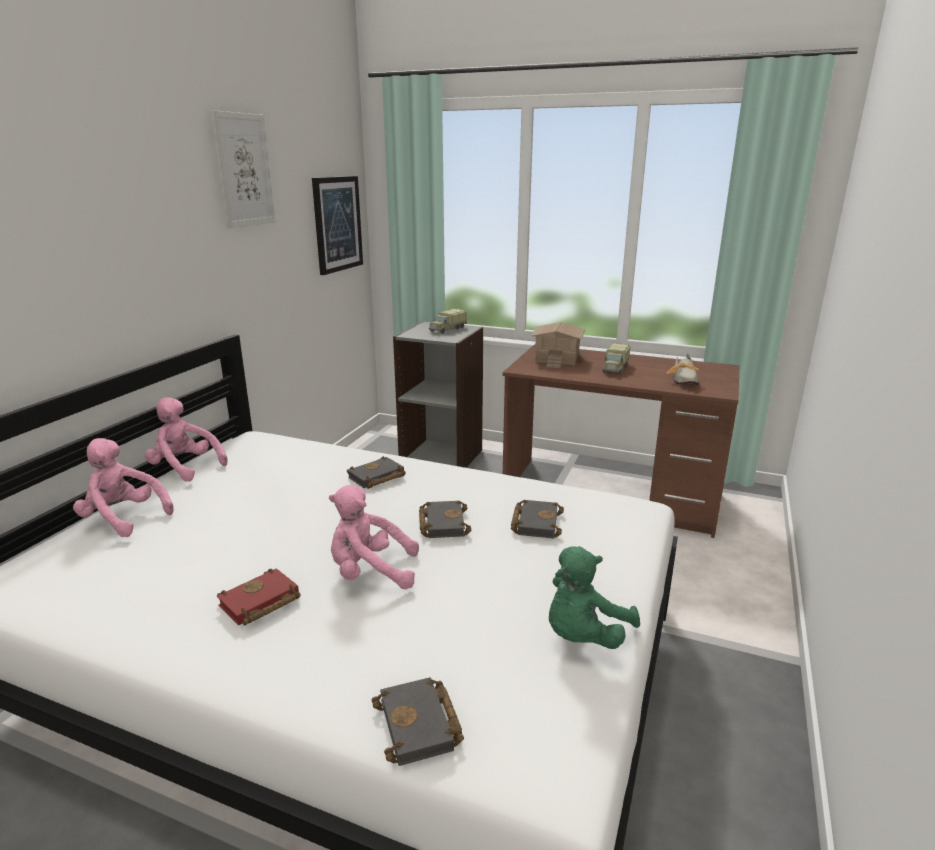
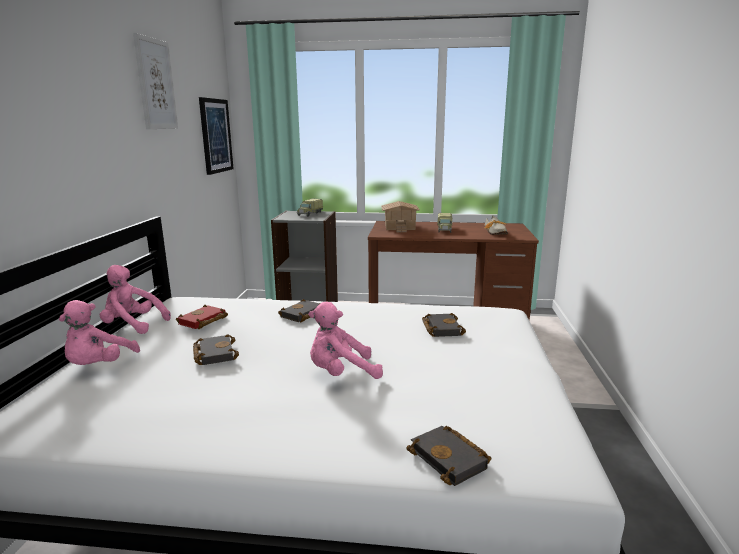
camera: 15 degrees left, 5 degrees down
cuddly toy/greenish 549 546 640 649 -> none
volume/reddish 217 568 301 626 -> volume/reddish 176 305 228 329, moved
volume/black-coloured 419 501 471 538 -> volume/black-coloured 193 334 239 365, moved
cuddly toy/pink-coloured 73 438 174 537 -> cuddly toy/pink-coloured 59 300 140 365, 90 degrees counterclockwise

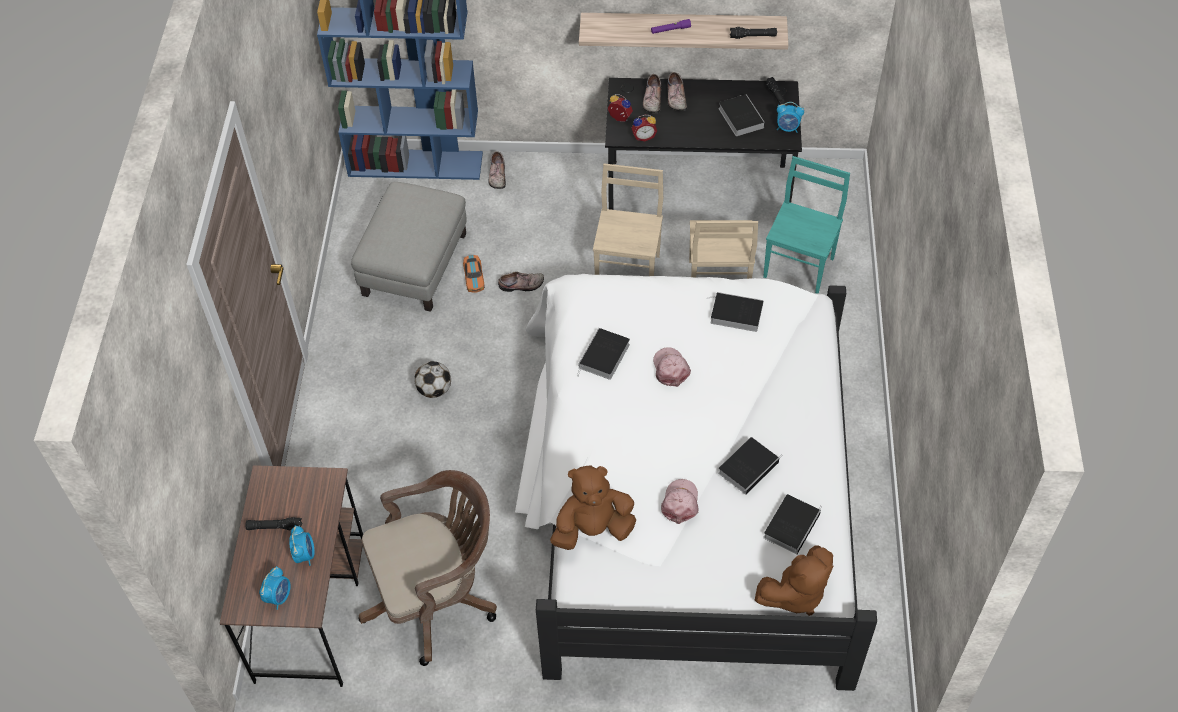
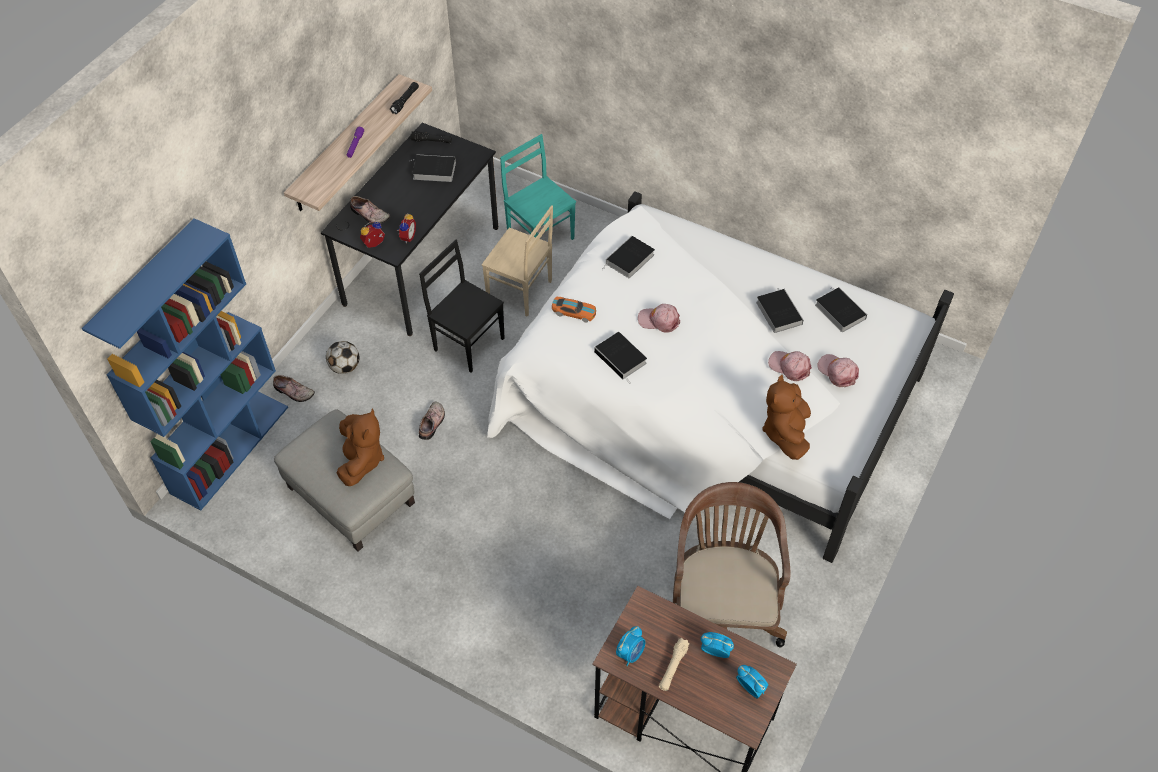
camera: 65 degrees left, 0 degrees up
shoe 667 72 687 111 -> none
none -> cap/pink-coloured 817 354 859 387
football 414 361 451 398 -> football 326 341 360 374, moved
model car 463 255 485 293 -> model car 552 297 596 322, moved
cuddly toy/brown 755 546 833 616 -> cuddly toy/brown 337 408 384 486, moved
bedside clock 777 102 804 133 -> bedside clock 616 626 645 666, moved
hand torch/black-coloured 246 517 302 530 -> hand torch/beige-coloured 659 638 690 691
plain chair/beige-coloured 593 163 663 276 -> plain chair/black-coloured 419 240 505 373

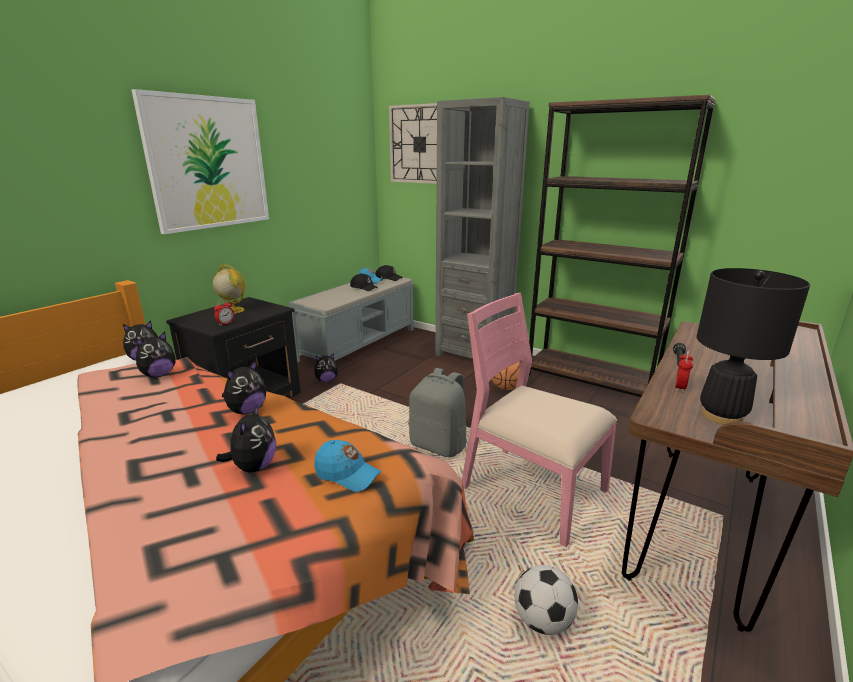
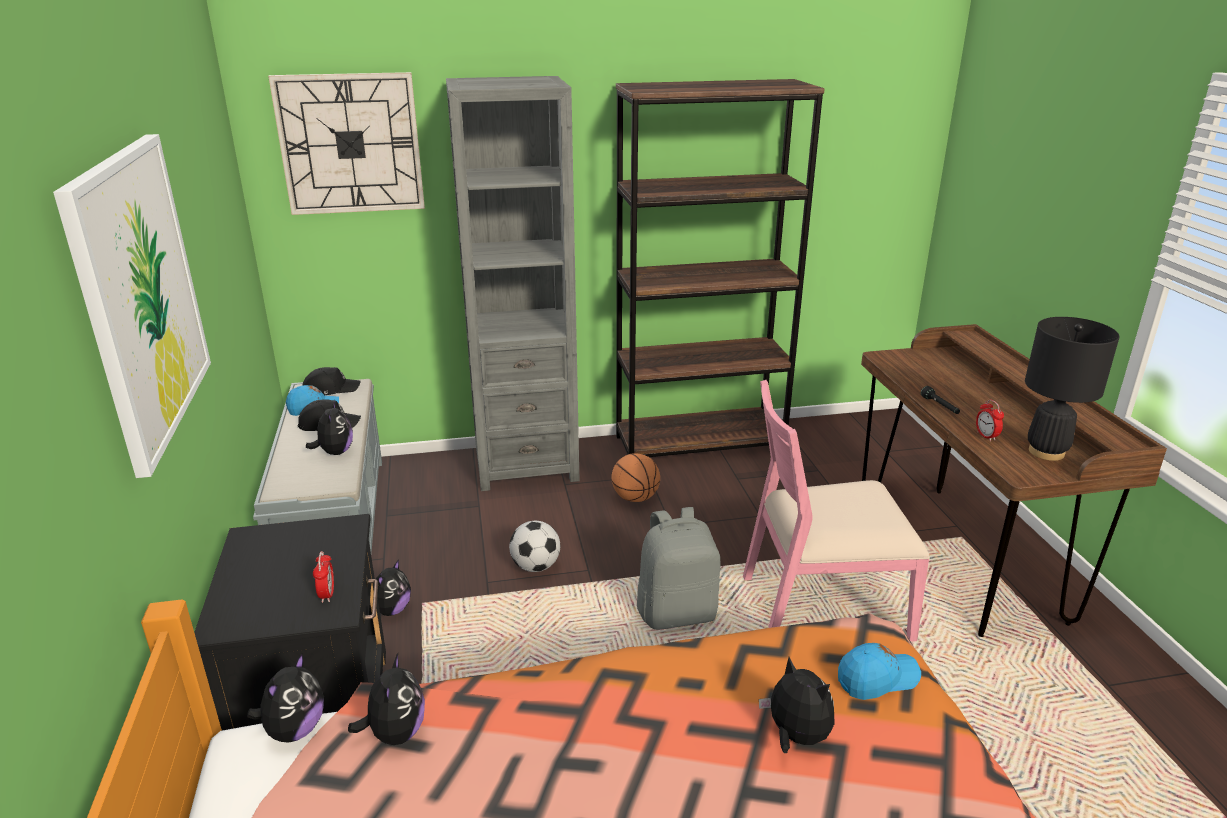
camera: 45 degrees left, 5 degrees up
globe 213 265 246 314 -> none
cuddly toy 222 360 266 414 -> cuddly toy 306 400 353 455, moved
football 515 565 578 635 -> football 509 521 560 572, moved

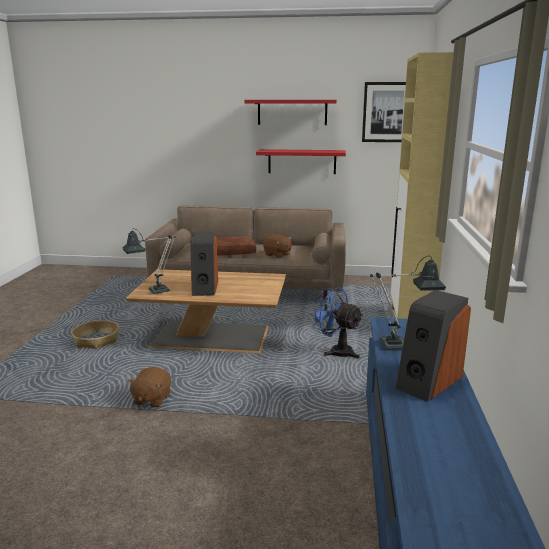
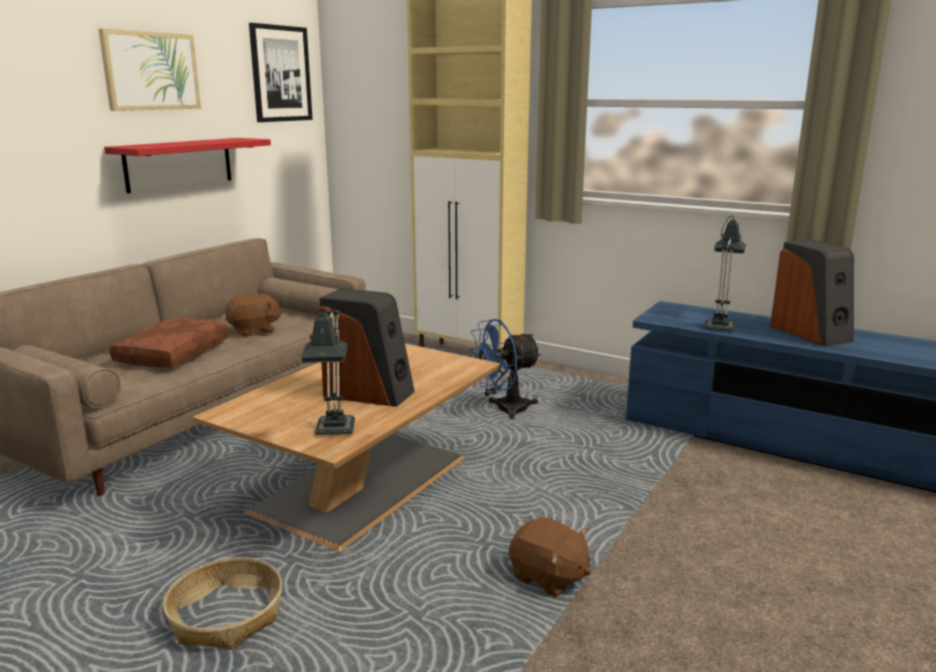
camera: 65 degrees left, 0 degrees up
bracket shelf/reddish 244 100 337 125 -> picture 98 29 201 111

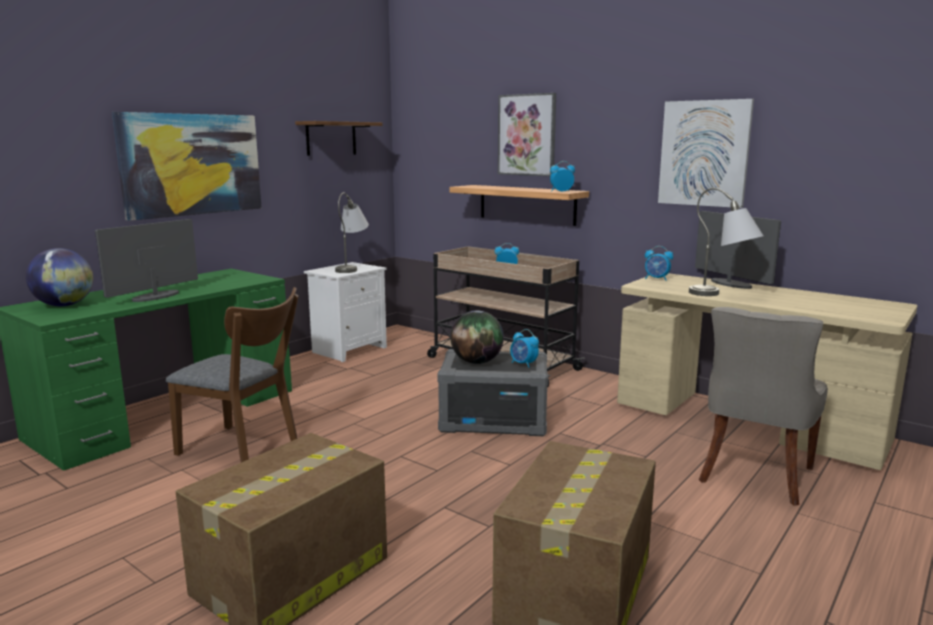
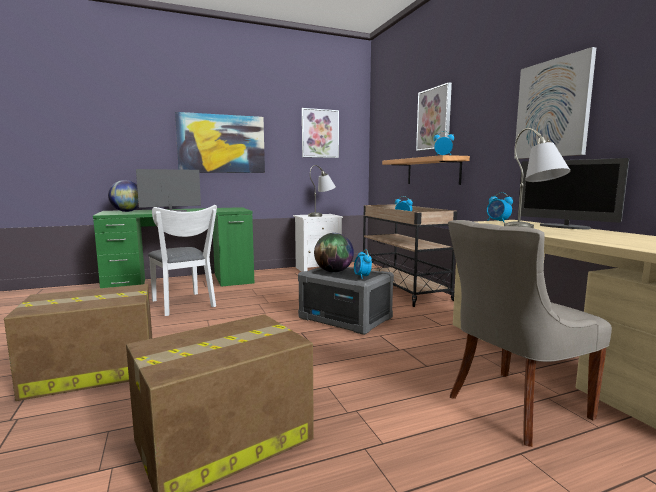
camera: 30 degrees right, 5 degrees down
bracket shelf/brown 295 121 383 156 -> picture 302 108 339 158
plain chair/brown 166 287 299 463 -> plain chair/whitish 148 205 217 316
computer screen 695 211 781 289 -> computer screen 518 158 629 229, 135 degrees clockwise

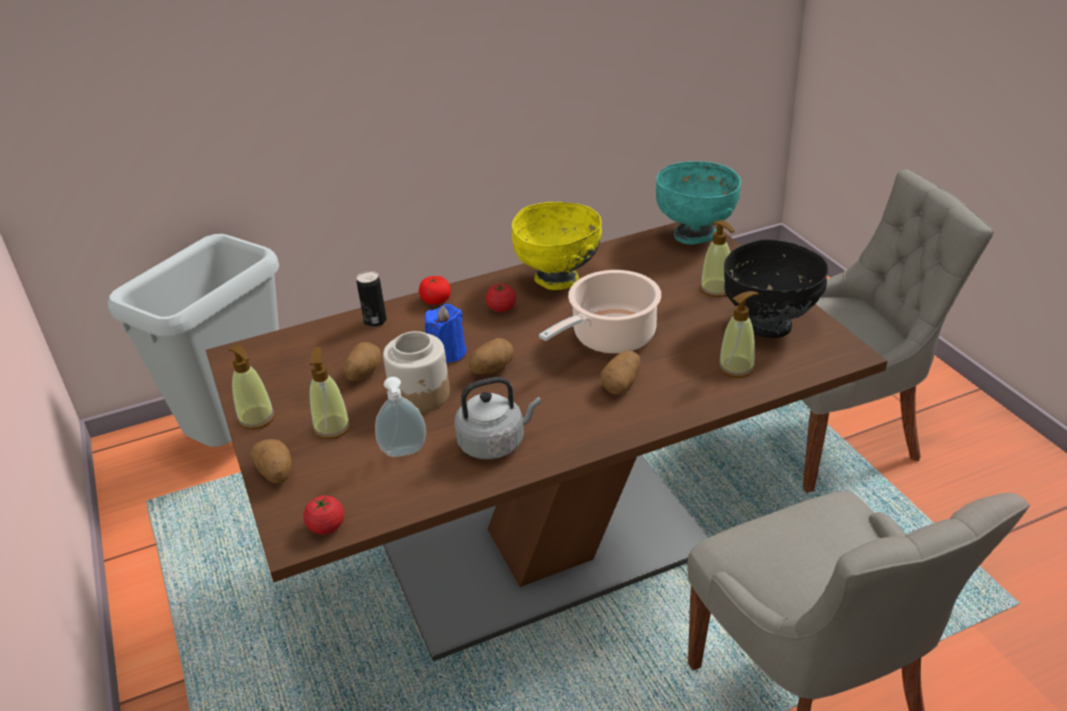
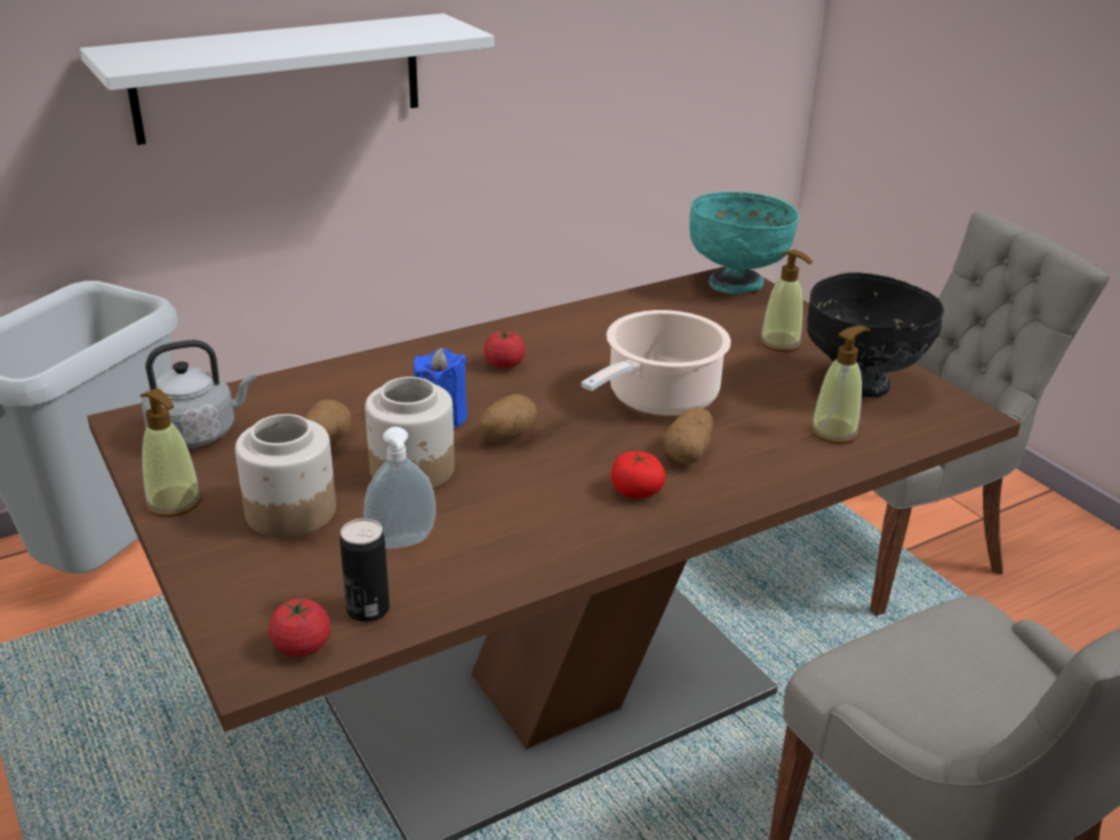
camera: 10 degrees left, 5 degrees down
potato 250 439 292 484 -> none
deep dish/yellow-coloured 512 202 602 290 -> none
none -> bracket shelf/whitish 80 13 494 145
can 357 271 387 327 -> can 340 518 390 622, moved
whole tomato 419 276 451 305 -> whole tomato 611 451 666 499, moved
water kettle/grey 454 377 541 459 -> water kettle/grey 142 340 256 448, moved
soap bottle 309 347 351 439 -> storage jar 235 414 336 538

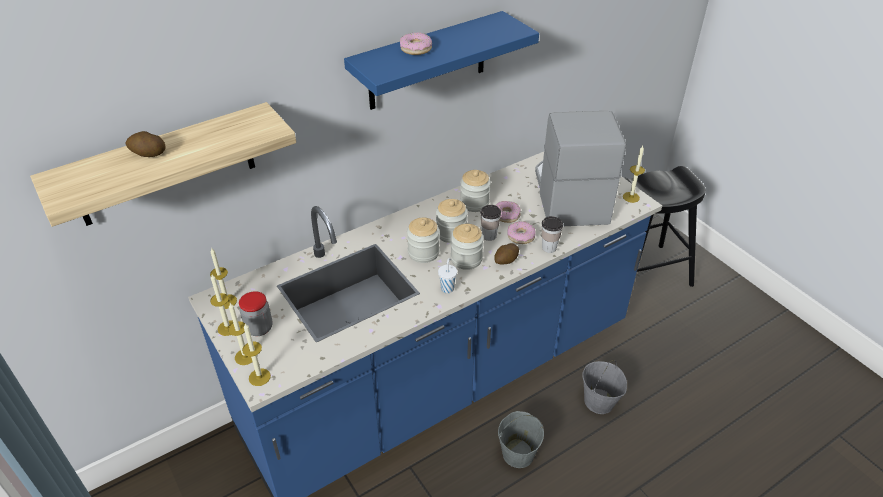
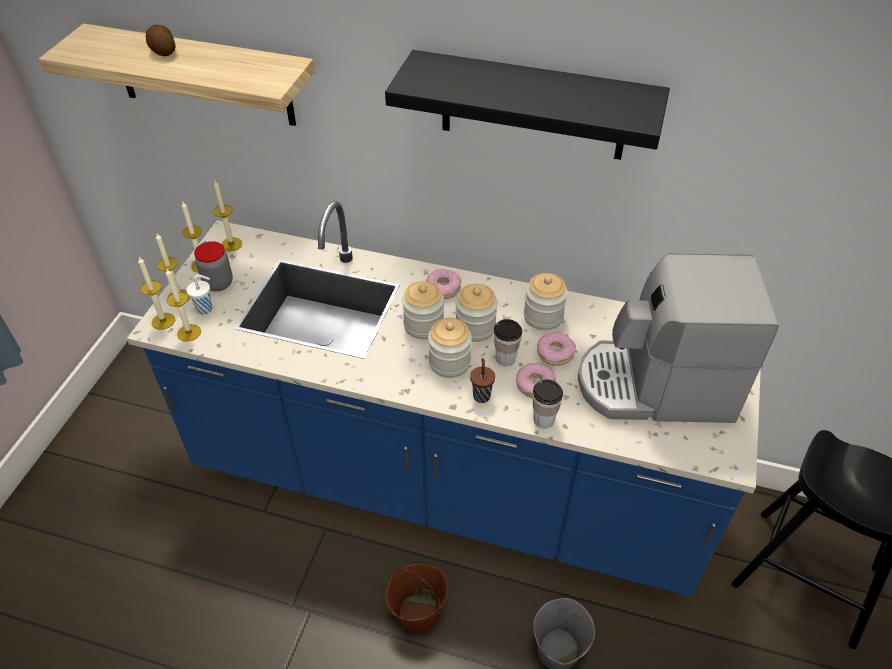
camera: 50 degrees right, 5 degrees up
donut 400 32 432 55 -> donut 426 269 461 299, moved
drinking cup/whitish 438 258 457 293 -> drinking cup/whitish 186 275 212 315, moved
wax candle 623 146 645 203 -> wax candle 166 269 201 342, moved
potato 494 243 519 265 -> drinking cup/brown 470 358 495 403
bracket shelf/blue 344 11 539 110 -> bracket shelf/black-coloured 385 50 670 160
water bucket/grey 498 411 544 468 -> water bucket/brown 386 564 447 633
coffee machine 535 111 626 226 -> coffee machine 578 253 779 423, 135 degrees counterclockwise

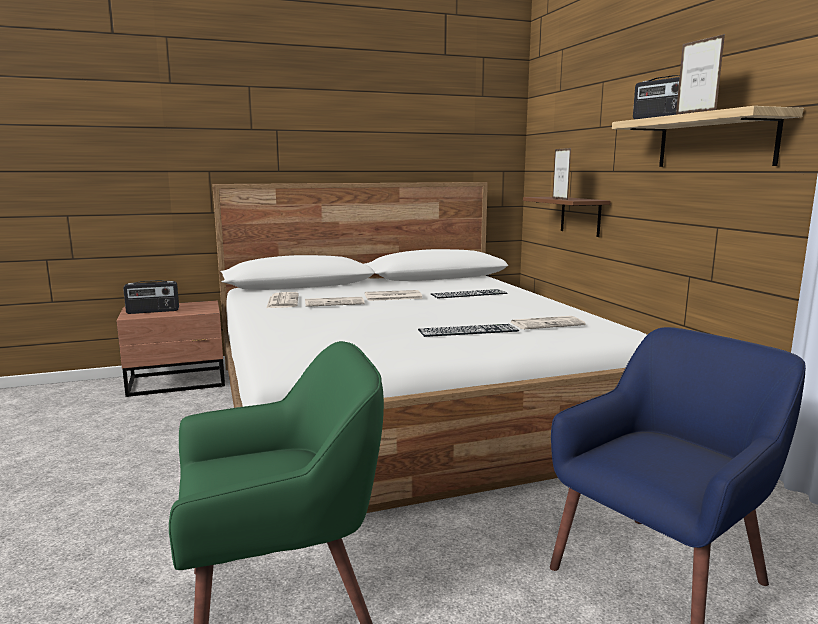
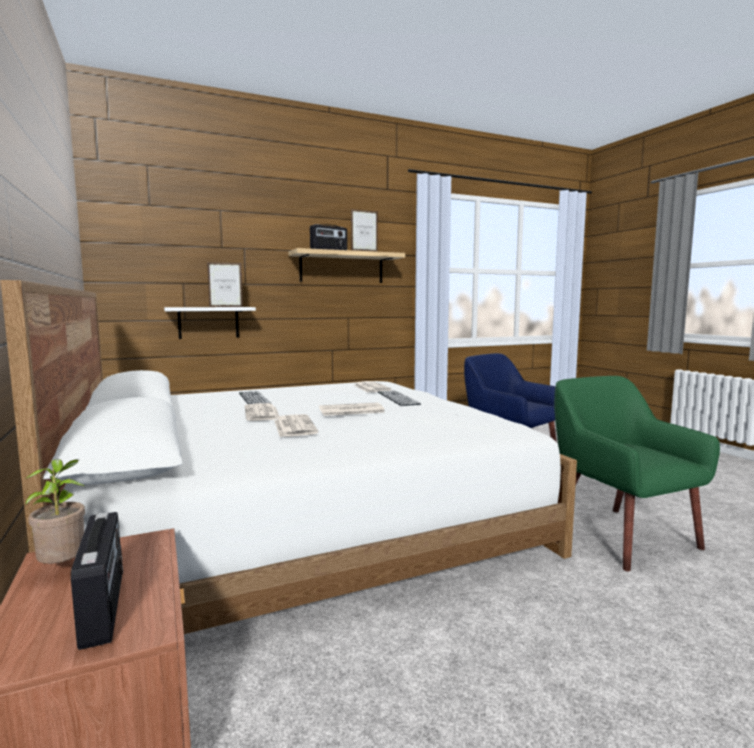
camera: 95 degrees left, 5 degrees down
none -> houseplant 25 459 85 564
newspaper 266 292 299 308 -> newspaper 319 402 385 416, moved
bracket shelf/brown 523 197 611 237 -> bracket shelf/whitish 164 307 256 339

